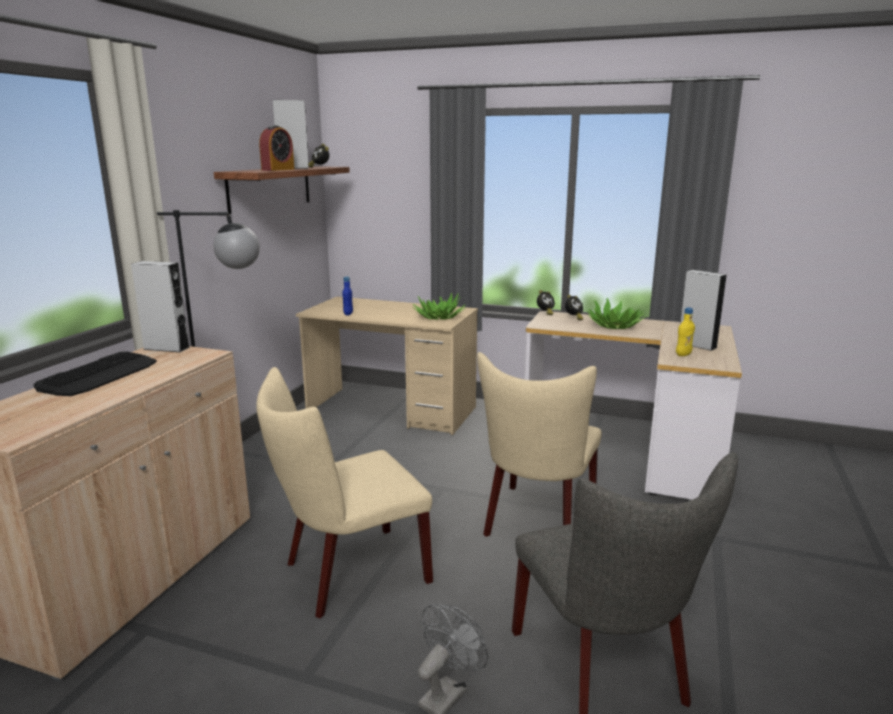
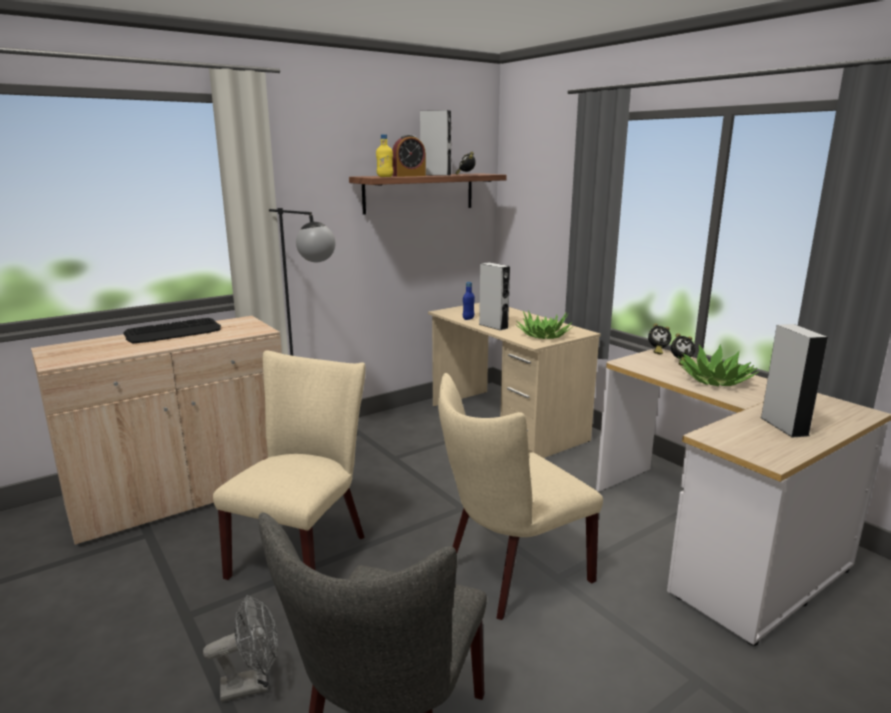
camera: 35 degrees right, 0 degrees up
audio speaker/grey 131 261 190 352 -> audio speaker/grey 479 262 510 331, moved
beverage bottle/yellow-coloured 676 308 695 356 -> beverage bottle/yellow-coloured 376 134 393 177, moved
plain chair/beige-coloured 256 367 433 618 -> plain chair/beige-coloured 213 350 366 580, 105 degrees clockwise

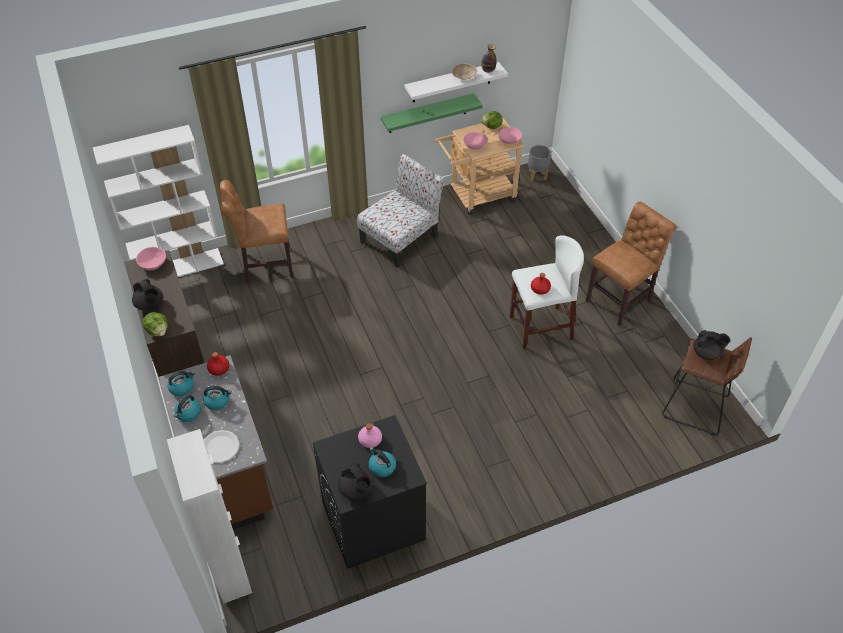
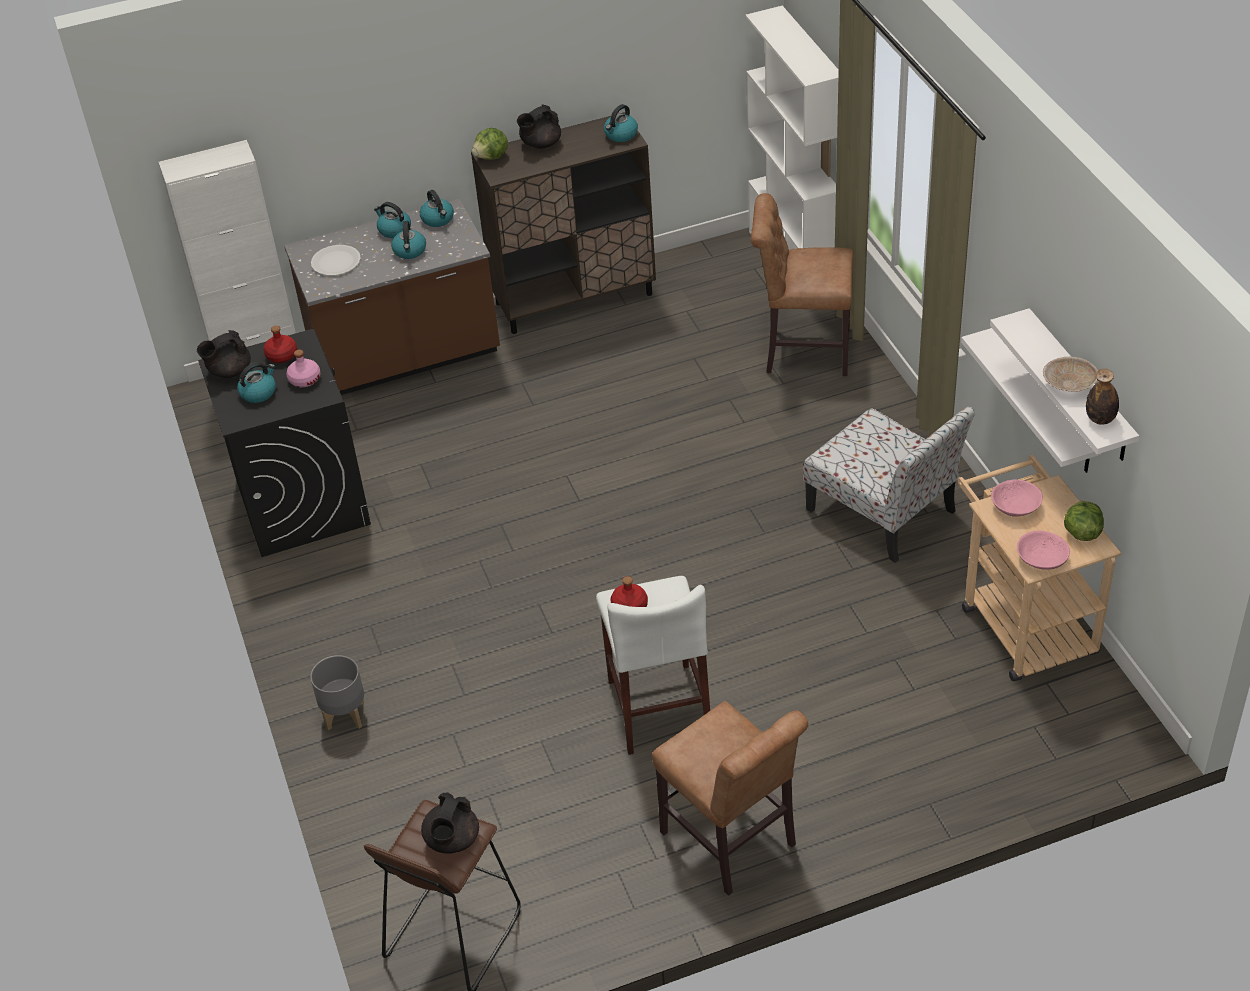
camera: 95 degrees right, 5 degrees down
beverage bottle/reddish 207 352 229 376 -> beverage bottle/reddish 264 326 297 363, moved
flower pot/grey 528 145 552 181 -> flower pot/grey 310 655 364 731, moved
deep dish/pink-coloured 136 247 166 270 -> water kettle 604 104 638 142
bracket shelf/greenish 381 93 483 133 -> bracket shelf/whitish 961 328 1101 473
plain chair/brown 220 180 294 284 -> plain chair/brown 751 193 854 376, 75 degrees counterclockwise

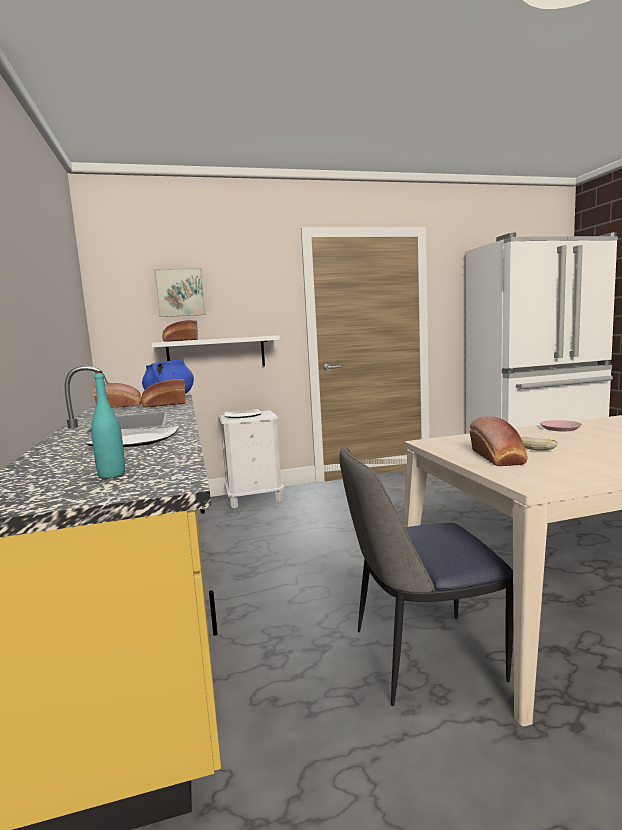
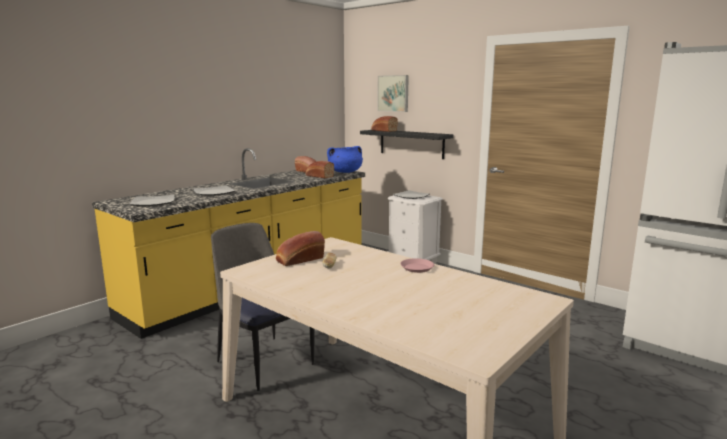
camera: 55 degrees right, 5 degrees up
beverage bottle/turquoise-coloured 91 371 125 479 -> dinner plate 130 195 175 206
bracket shelf/whitish 151 335 280 366 -> bracket shelf/black-coloured 360 130 453 159

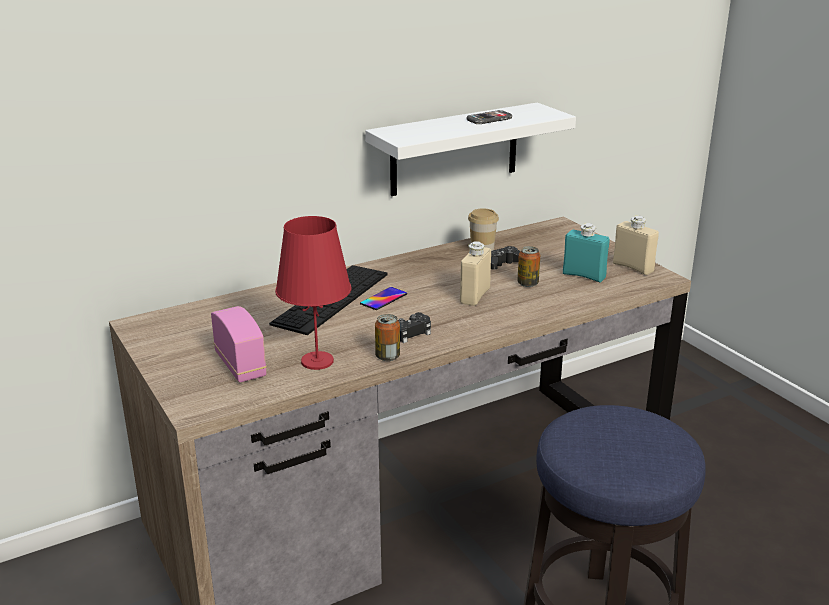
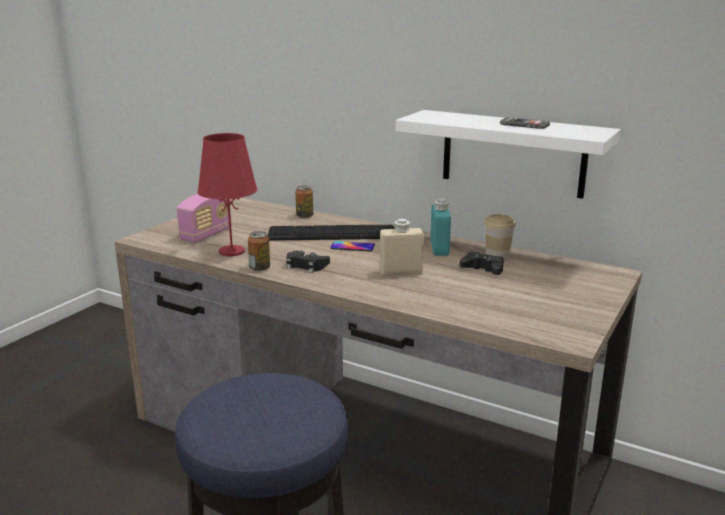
camera: 60 degrees right, 5 degrees down
beverage bottle/beige-coloured 613 215 659 275 -> none
can 517 246 540 287 -> can 295 186 313 218, moved
beverage bottle/turquoise-coloured 563 223 609 283 -> beverage bottle/turquoise-coloured 430 199 451 256, moved

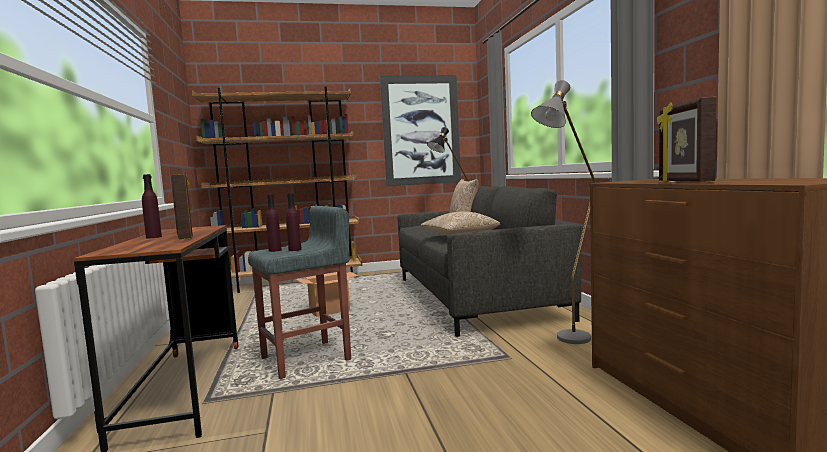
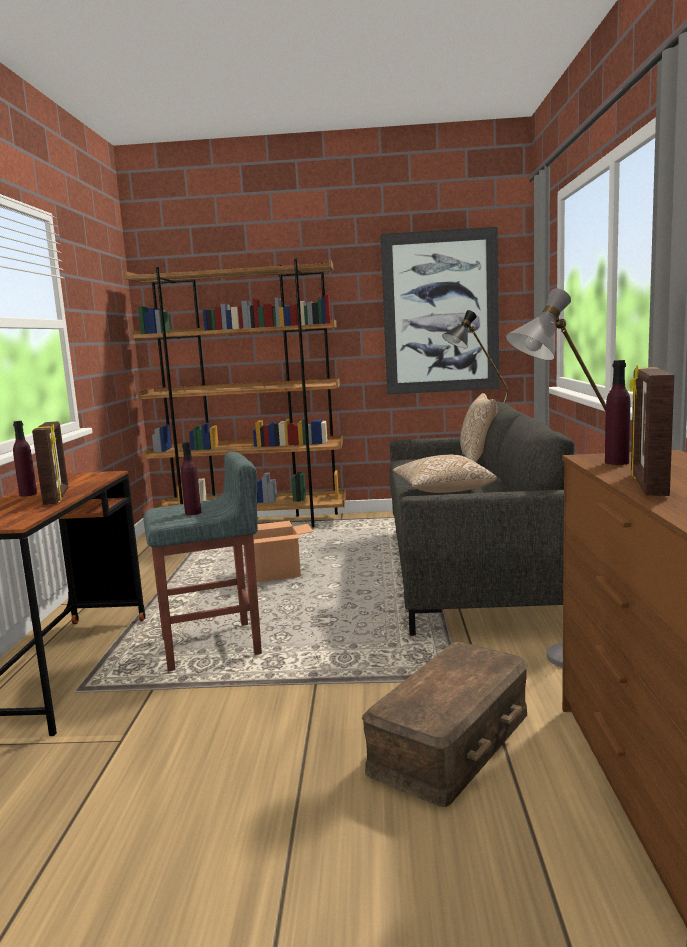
camera: 15 degrees right, 5 degrees up
none -> storage box/brown 362 642 528 807
beverage bottle/purple 266 194 282 252 -> beverage bottle/purple 605 360 630 465, moved

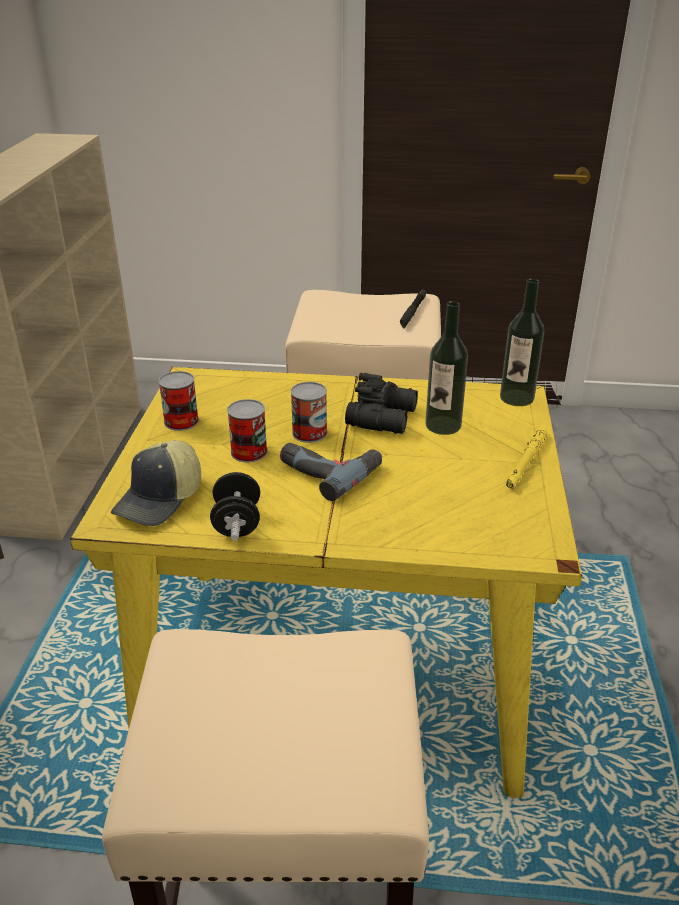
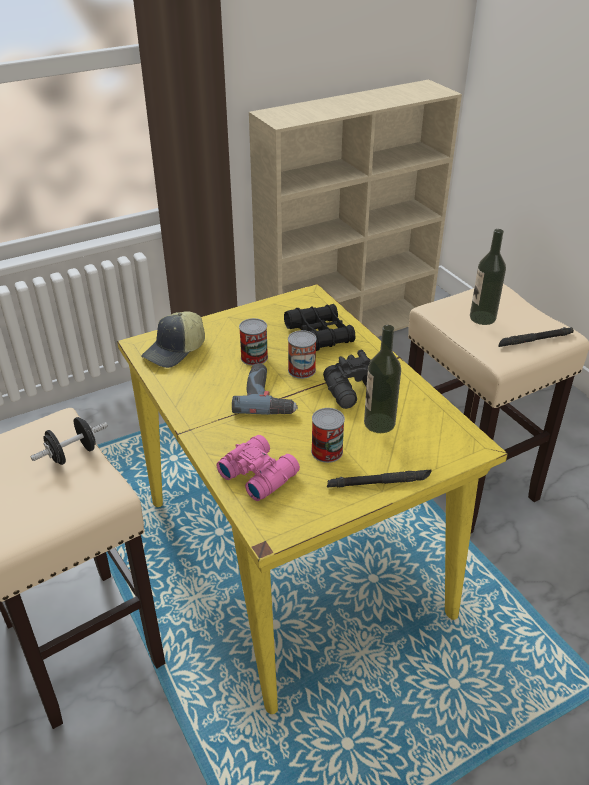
camera: 55 degrees right, 5 degrees up
none -> field glasses/pink-coloured 216 435 300 501
none -> field glasses/black-coloured 284 304 356 351
can 158 371 199 431 -> can 311 408 345 463, moved
hand weight/black-coloured 210 472 260 541 -> hand weight/black-coloured 30 417 108 465, moved
beverage bottle 500 278 544 406 -> beverage bottle 470 229 506 325, moved
hand torch/yellow-coloured 506 423 548 489 -> hand torch/black-coloured 327 470 432 488
cap 111 440 201 526 -> cap 141 311 205 368, 45 degrees counterclockwise

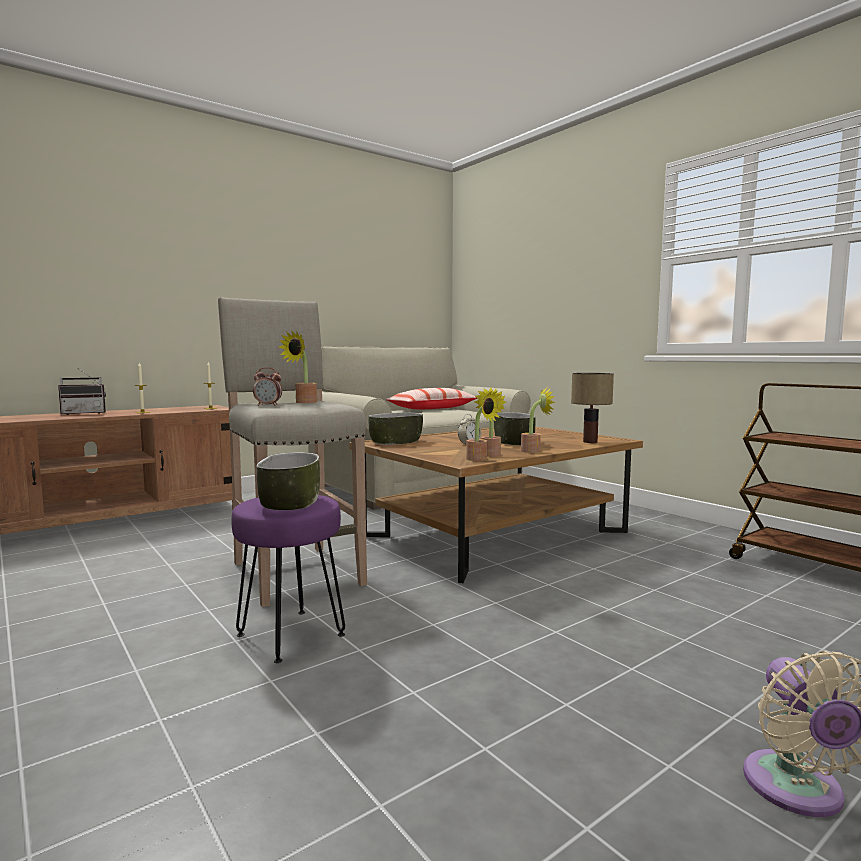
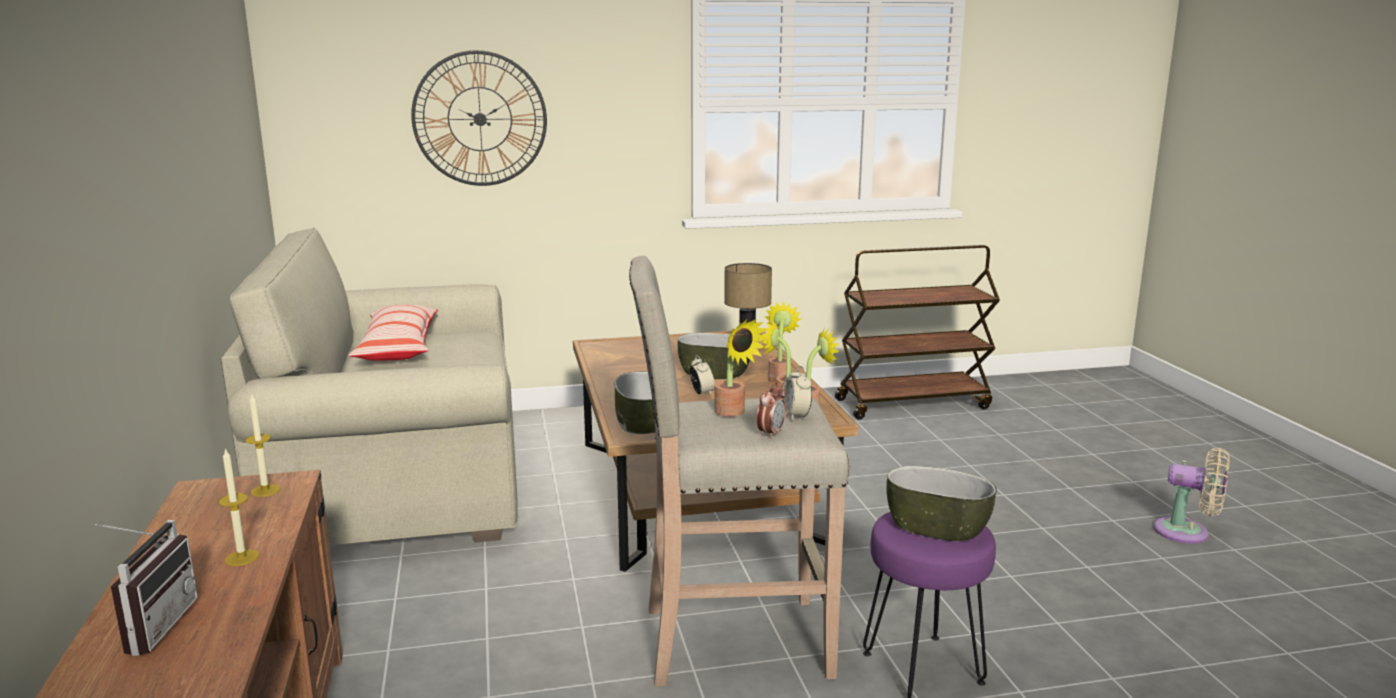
camera: 65 degrees left, 10 degrees up
none -> clock on the wall 411 50 547 186
none -> bedside clock 782 366 812 421

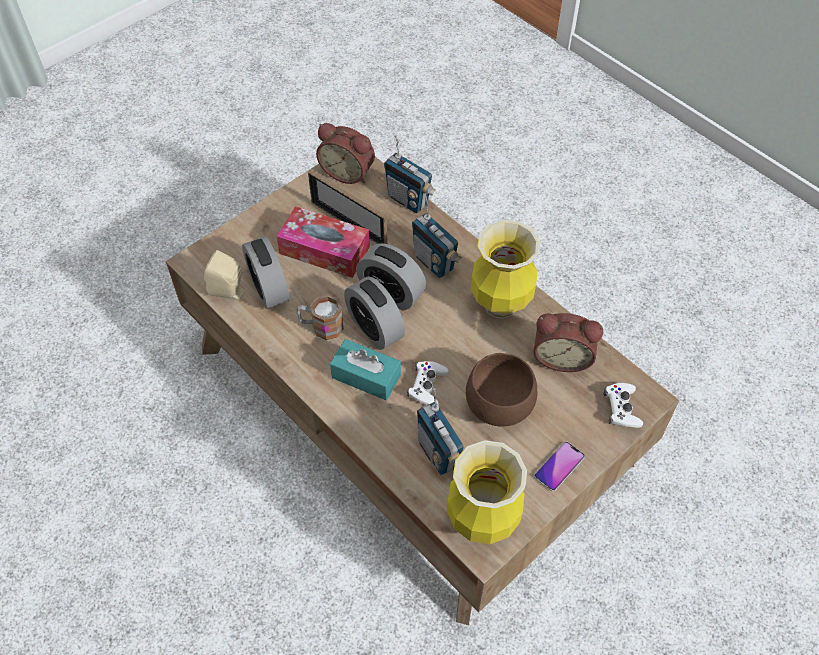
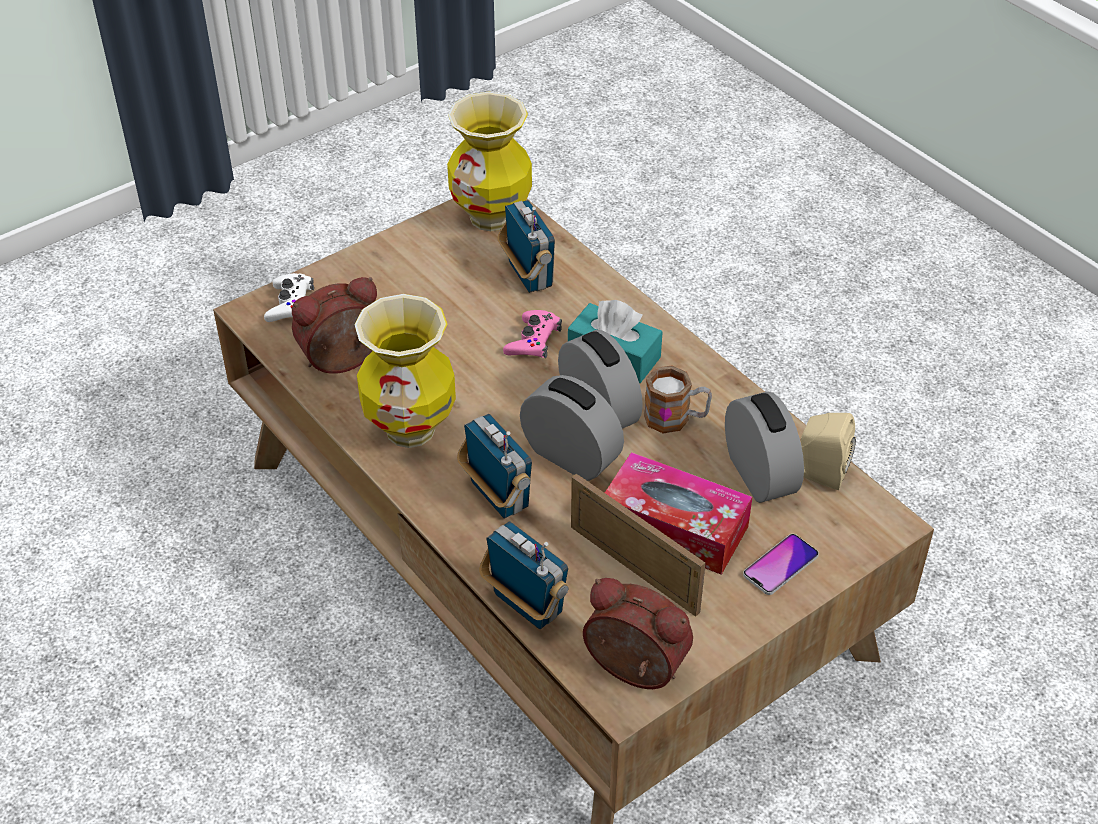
camera: 175 degrees left, 10 degrees down
deep dish/brown 466 353 537 426 -> none
telephone 534 441 585 492 -> telephone 743 534 819 595, moved
gamepad/whitish 407 361 449 406 -> gamepad/pink-coloured 503 310 562 358
bedside clock 534 313 603 372 -> bedside clock 292 277 377 374, 45 degrees counterclockwise

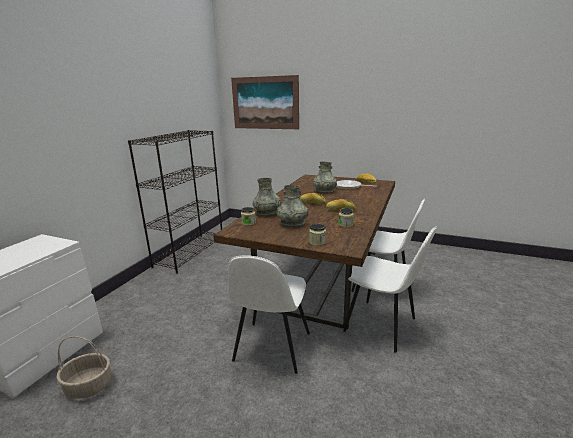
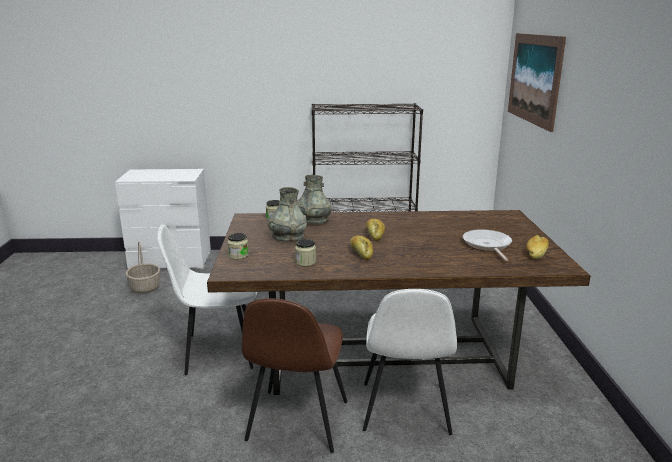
camera: 65 degrees right, 0 degrees up
flower vase/grey 313 162 337 193 -> none
plain chair/whitish 343 227 437 353 -> plain chair/brown 242 298 347 453

